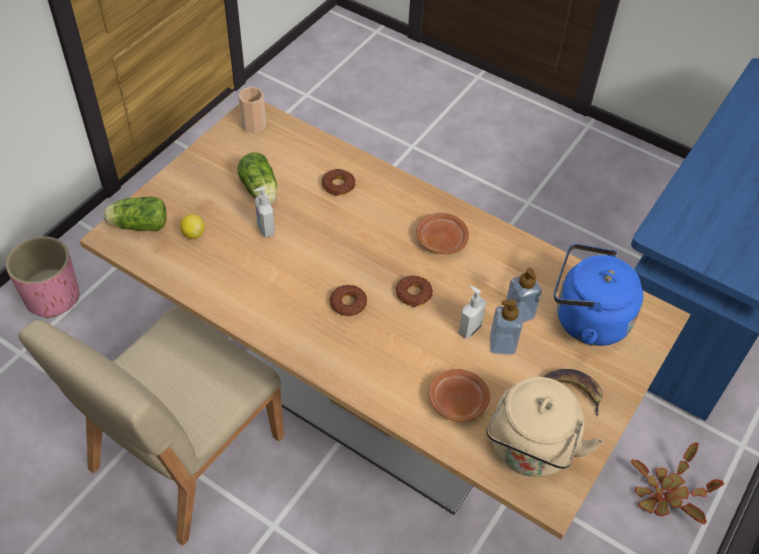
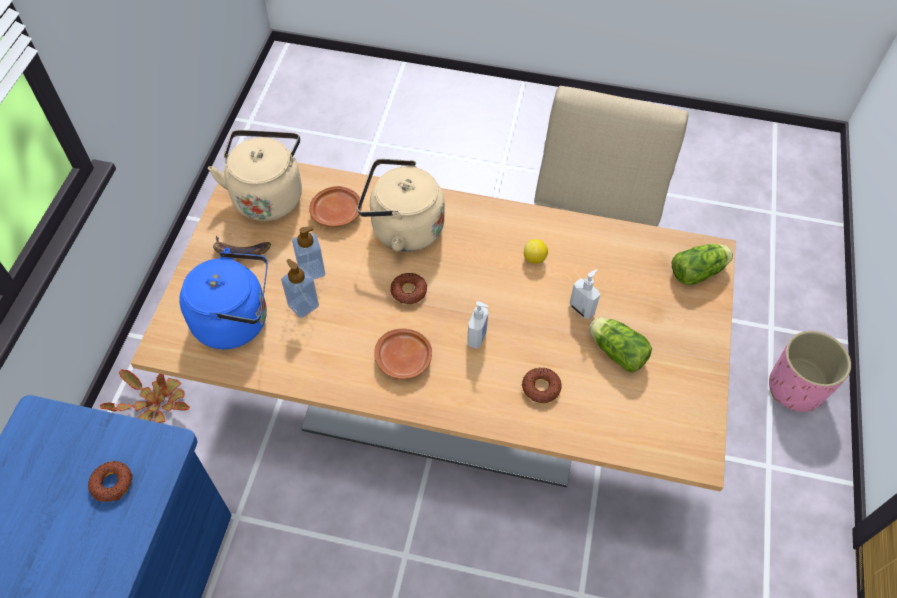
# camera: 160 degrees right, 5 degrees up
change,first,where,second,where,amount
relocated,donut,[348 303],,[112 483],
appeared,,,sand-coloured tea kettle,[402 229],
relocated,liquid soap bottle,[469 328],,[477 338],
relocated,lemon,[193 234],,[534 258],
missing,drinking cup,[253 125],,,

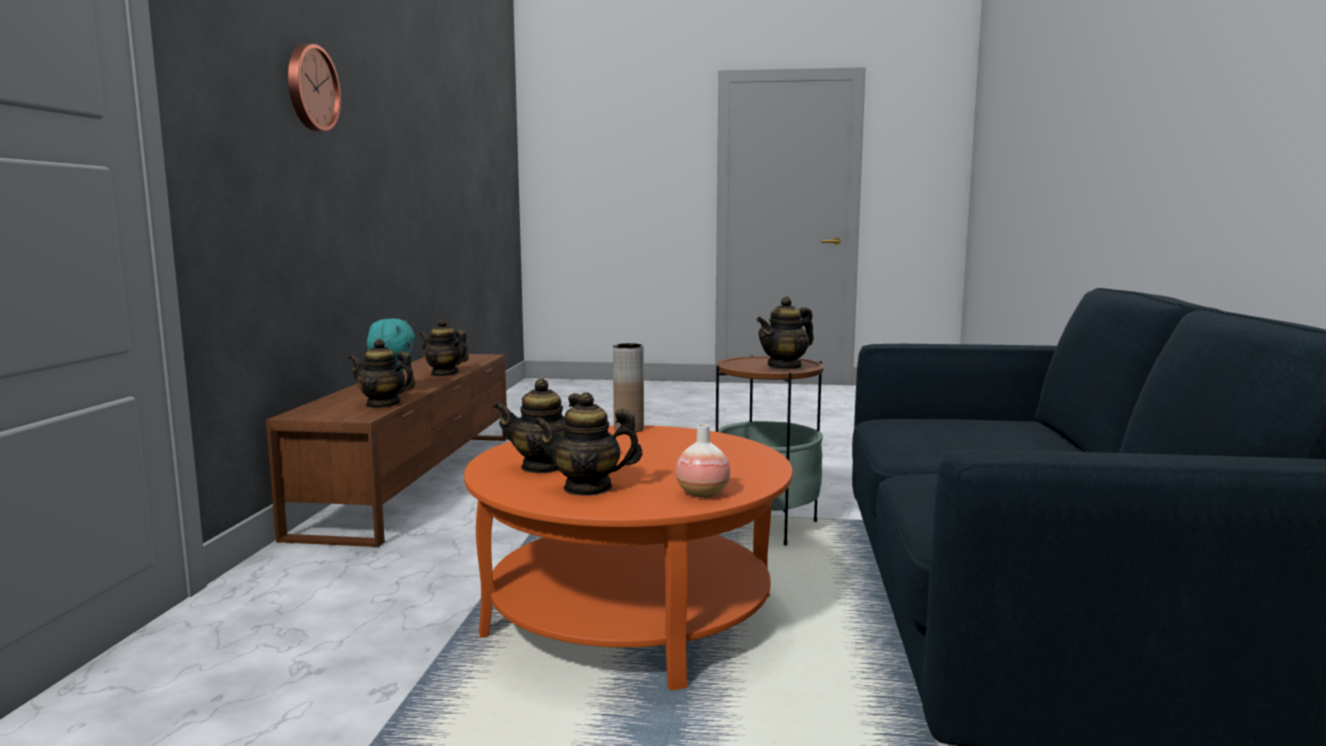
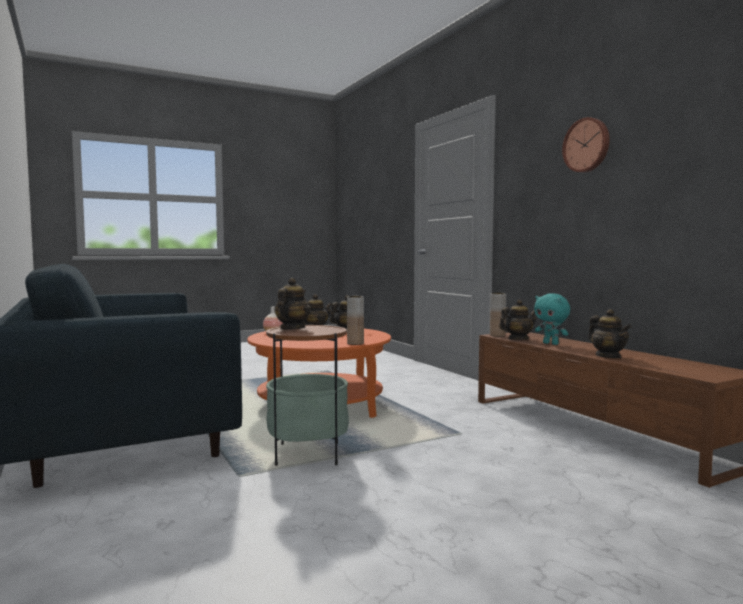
# camera: 145 degrees right, 5 degrees down
change,first,where,second,where,amount
appeared,,,brown-coloured vase,[497 335],
spun,teapot,[444 374],,[608 356],75 degrees clockwise

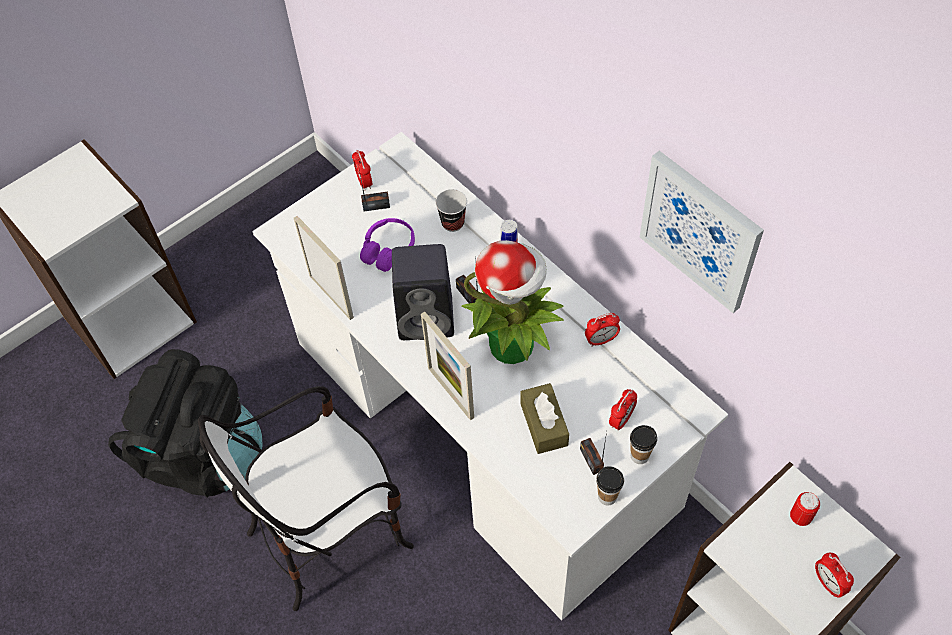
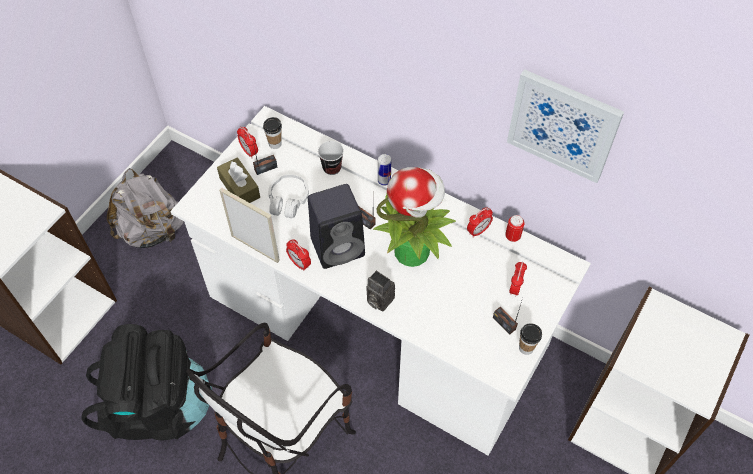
# camera: 20 degrees left, 0 degrees up
change,first,where,second,where,amount
appeared,,,greyish backpack,[152 231],
relocated,brown-coloured tissue box,[544 424],,[239 188],
relocated,drinking cup,[639 456],,[275 144],
colour,purplish headset,[388 250],whitish headset,[288 200],
relocated,alarm clock,[828 583],,[299 263],
exchanged,standing frame,[450 392],still camera,[378 300],
relocated,can,[800 517],,[512 236],

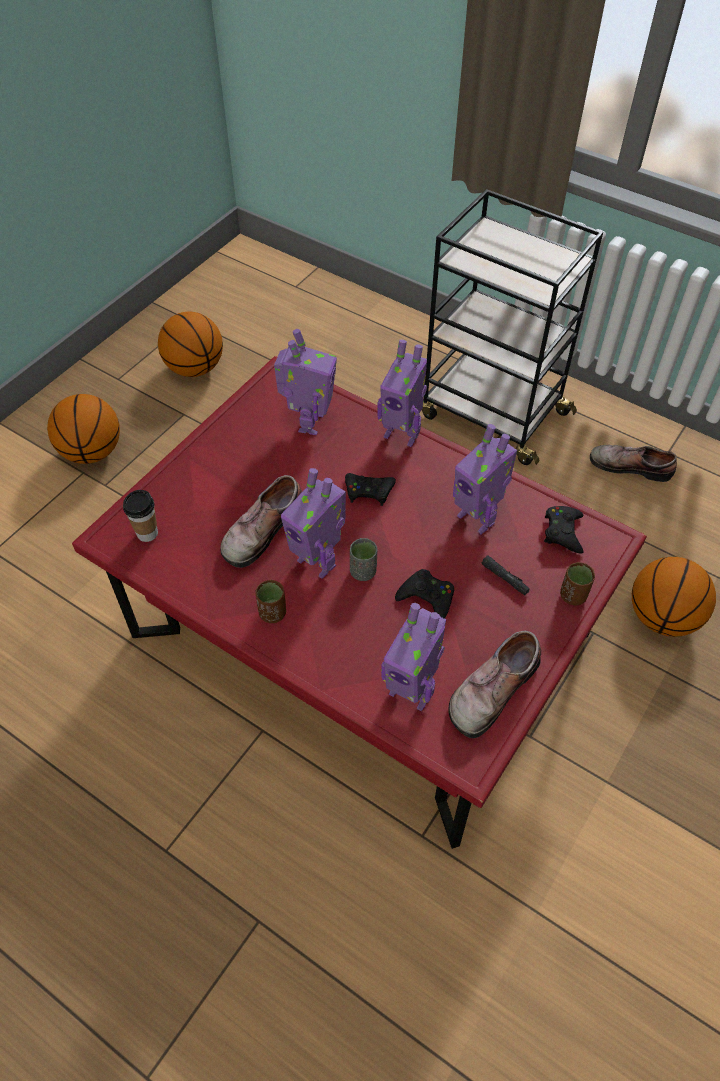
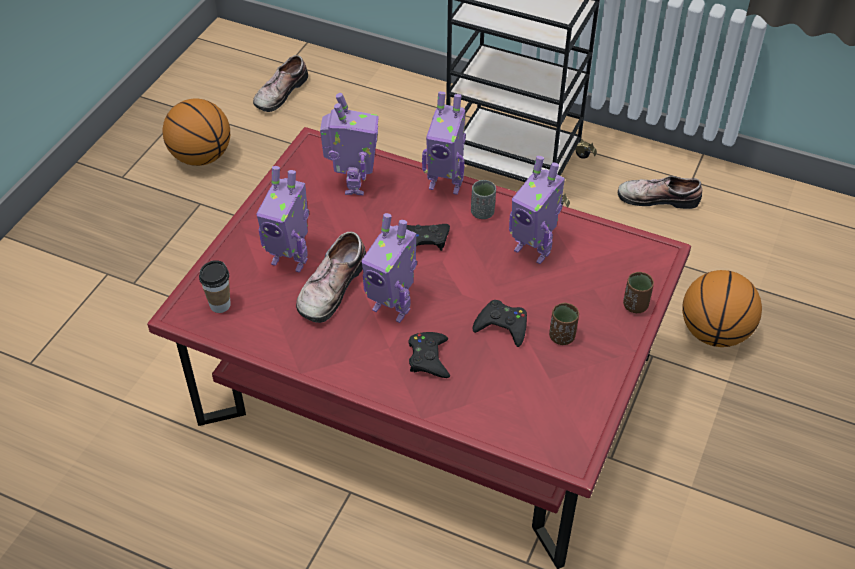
# camera: 10 degrees left, 5 degrees down
change,first,where,second,where,amount
relocated,shoe,[490 688],,[279 92],
relocated,model robot,[411 691],,[290 260],
relocated,blackish gamepad,[563 532],,[429 358],
relocated,greyish drinking cup,[363 571],,[482 213],
relocated,brown-coloured drinking cup,[272 613],,[562 337],
missing,ball for basketball,[92 452],,,
missing,blackish hand torch,[505 578],,,

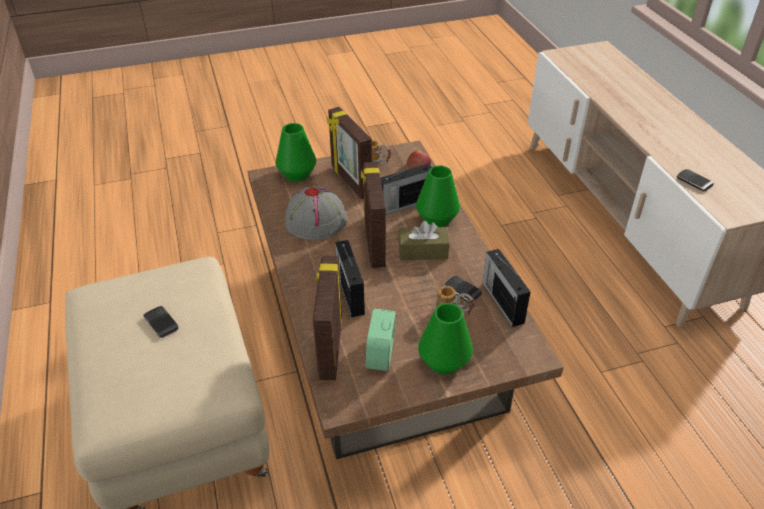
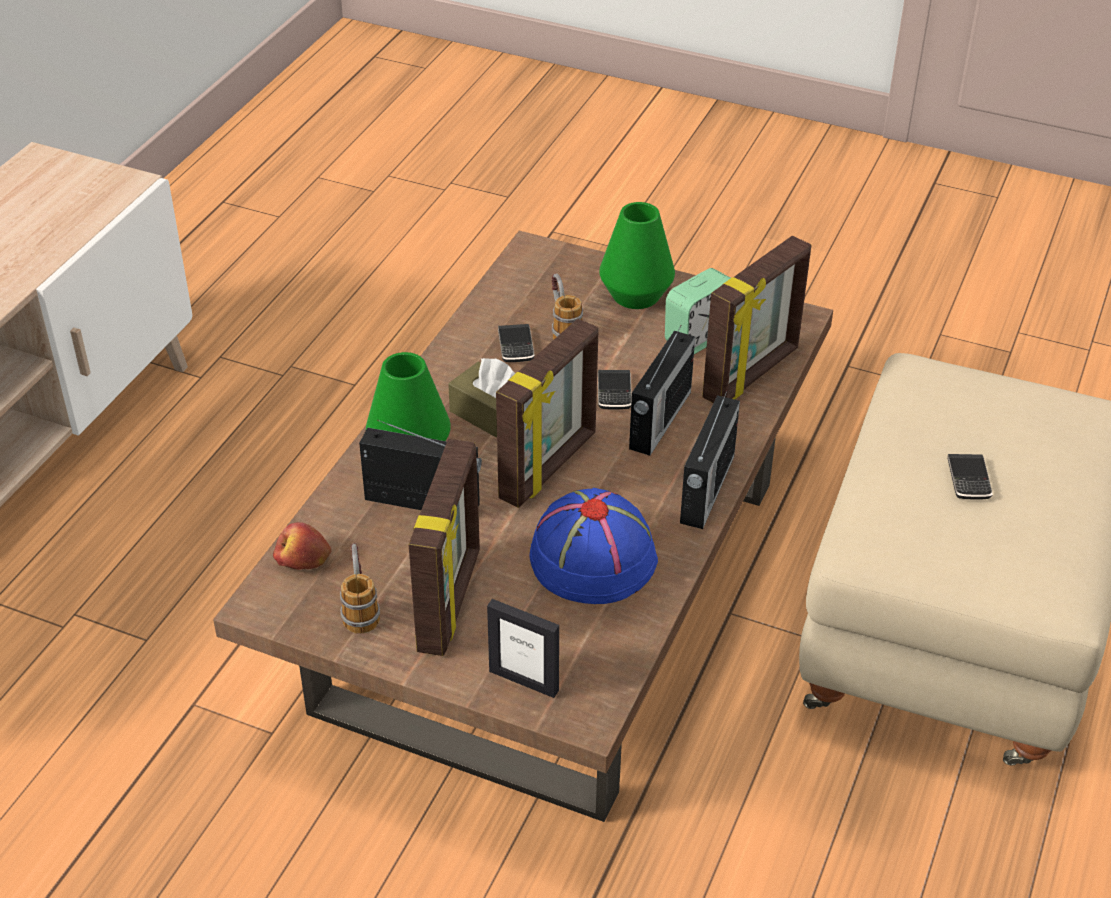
# camera: 140 degrees left, 0 degrees up
change,first,where,second,where,amount
exchanged,green vase,[297 174],standing frame,[524 680],
colour,greyish hat,[316 221],blue hat,[591 557],
relocated,handset,[694 182],,[614 392],
relocated,radio receiver,[502 301],,[706 491],

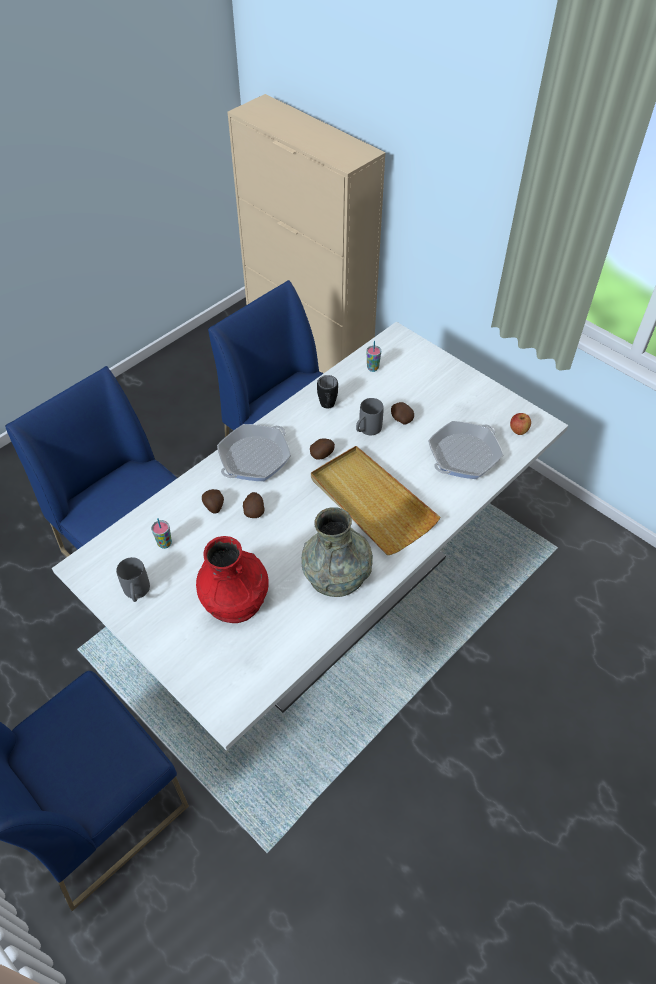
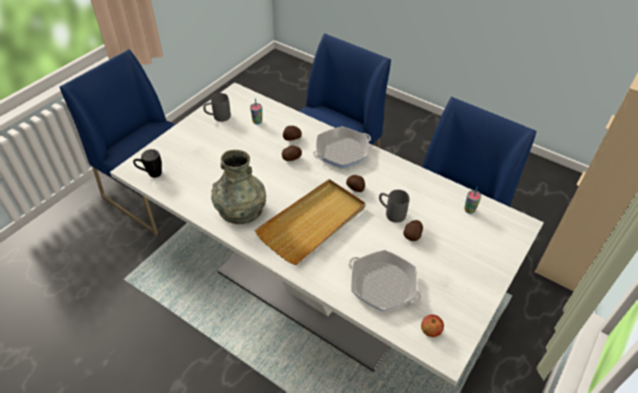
# camera: 80 degrees right, 5 degrees down
change,first,where,second,where,amount
relocated,blackish mug,[327 407],,[151 174],
spun,pan,[254 458],,[342 151],60 degrees counterclockwise
missing,reddish vase,[234 597],,,

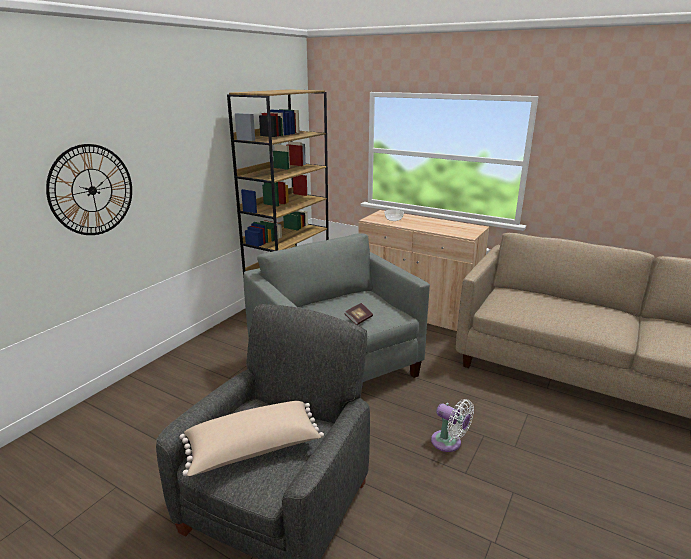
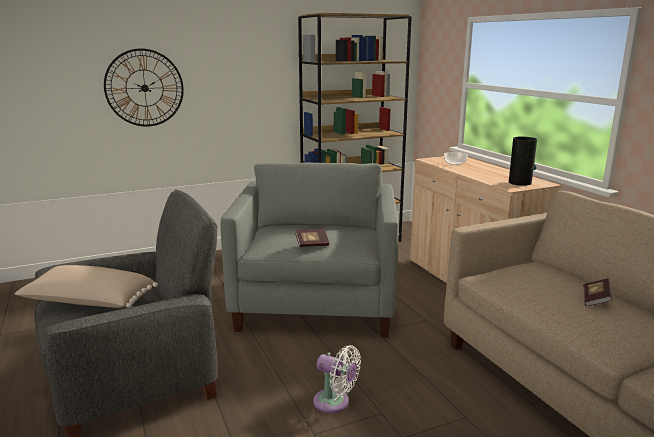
# camera: 35 degrees right, 5 degrees down
change,first,where,second,where,amount
spun,whitish fan,[449 443],,[335 403],45 degrees counterclockwise
appeared,,,vase,[520 182],
appeared,,,bound book,[595 300],

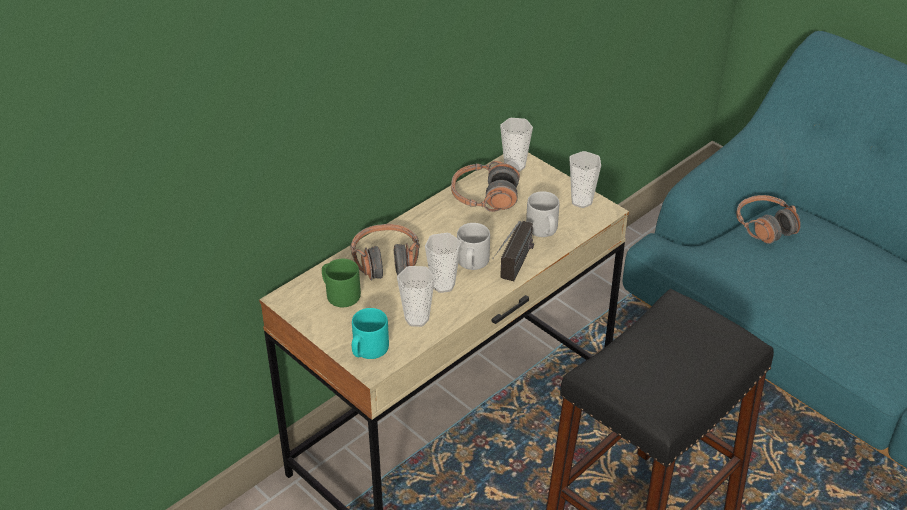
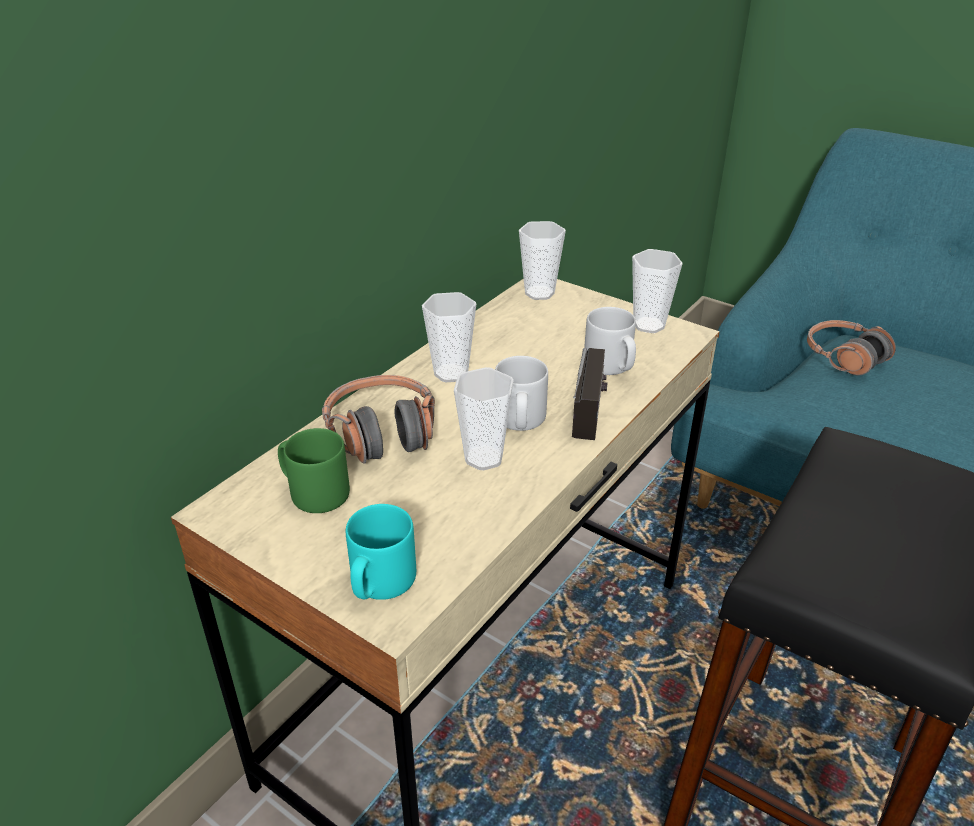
# camera: 10 degrees left, 5 degrees down
change,first,where,second,where,amount
relocated,drinking cup,[417 318],,[451 373],
missing,headset,[484 197],,,

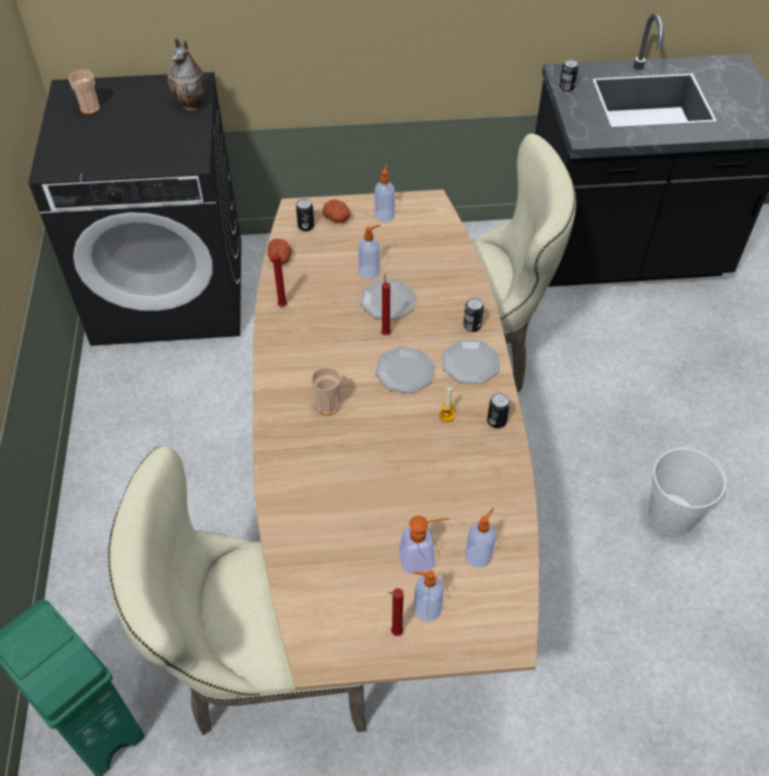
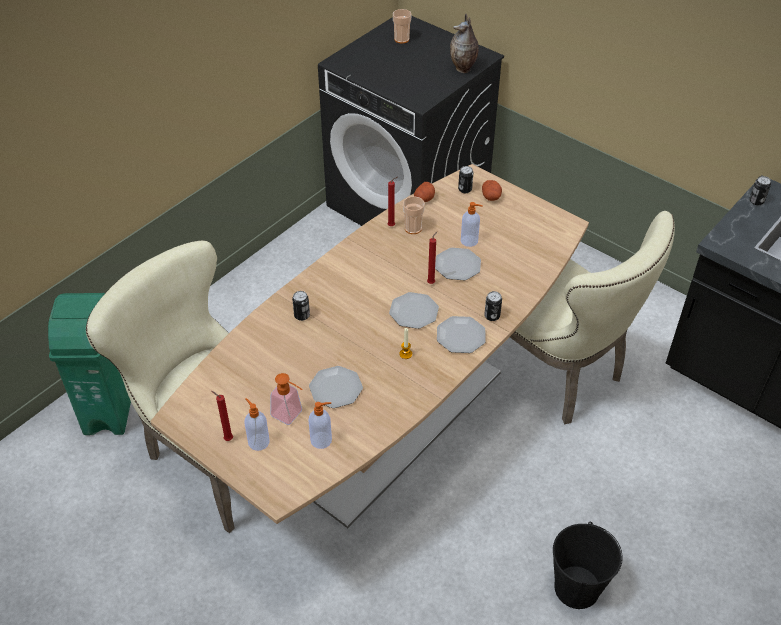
# camera: 45 degrees right, 5 degrees down
change,first,where,second,where,amount
relocated,can,[496 421],,[302 315],
appeared,,,dinner plate,[336 389],
relocated,drinking cup,[328 406],,[413 228],
colour,whitish water bucket,[671 516],blackish water bucket,[576 588],
missing,liquid soap bottle,[384 215],,,

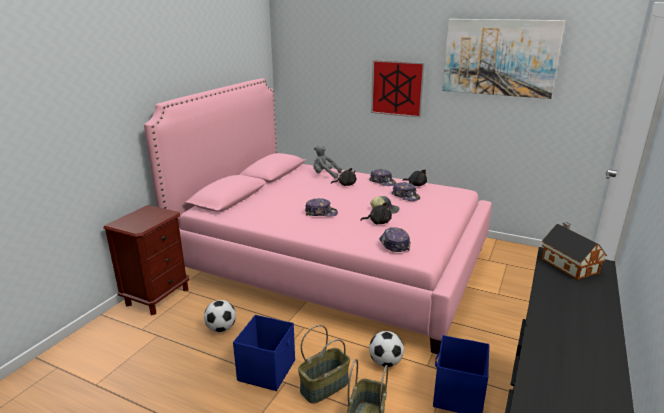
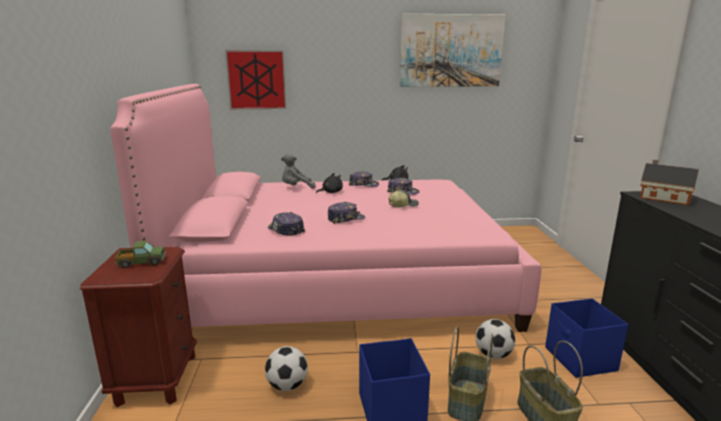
# camera: 30 degrees left, 5 degrees down
change,first,where,second,where,amount
appeared,,,toy lorry,[141 263],
relocated,wall art,[397 88],,[256 80],
relocated,cap,[394 244],,[285 230],
missing,blackish plush toy,[378 222],,,

